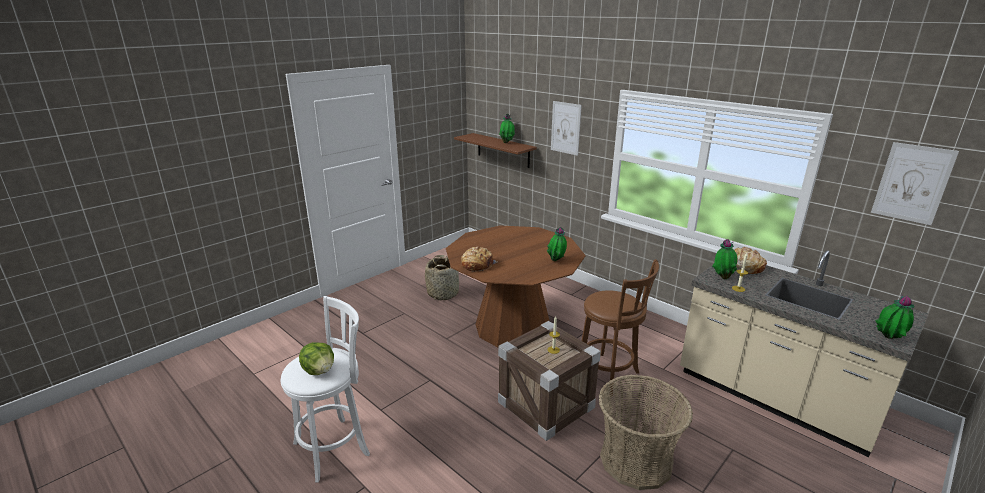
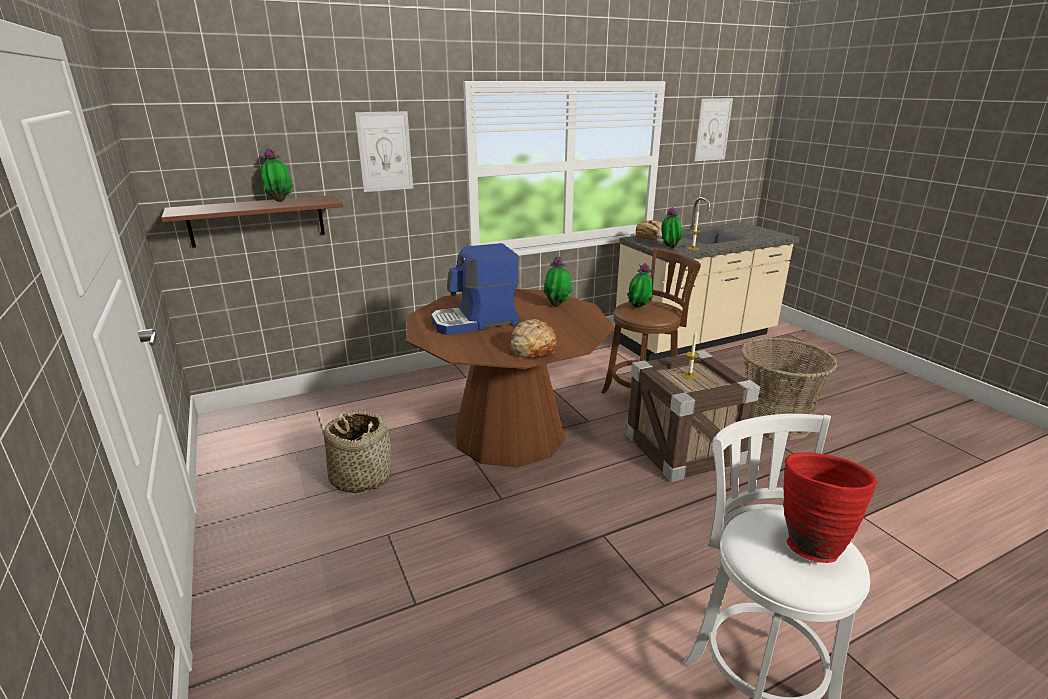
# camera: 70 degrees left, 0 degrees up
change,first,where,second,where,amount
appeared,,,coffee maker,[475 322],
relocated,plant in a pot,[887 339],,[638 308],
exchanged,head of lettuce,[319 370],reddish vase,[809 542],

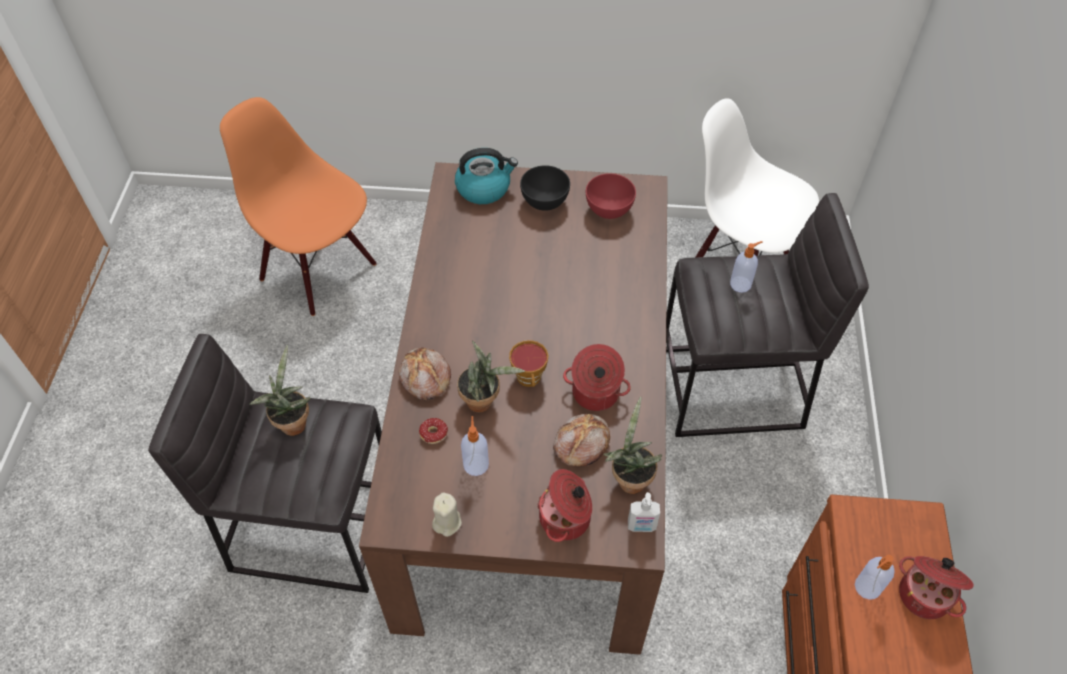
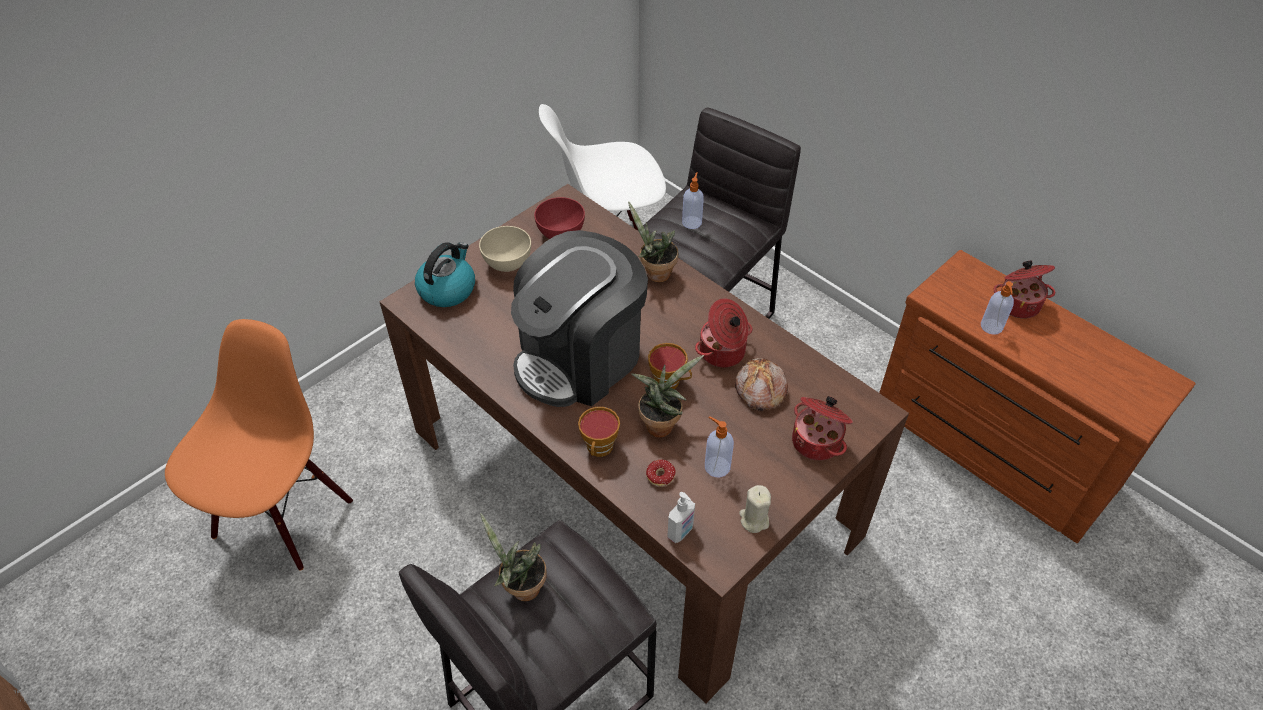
# camera: 50 degrees left, 5 degrees down
change,first,where,second,where,amount
spun,orange-coloured plain chair,[319 270],,[282 516],120 degrees clockwise
colour,blackish serving bowl,[544 202],sand-coloured serving bowl,[507 263],
appeared,,,coffee maker,[580 358],
exchanged,baked bread,[424 378],drinking cup,[599 449],
relocated,plant in a pot,[629 478],,[654 273],
relocated,liquid soap bottle,[641 526],,[681 532],

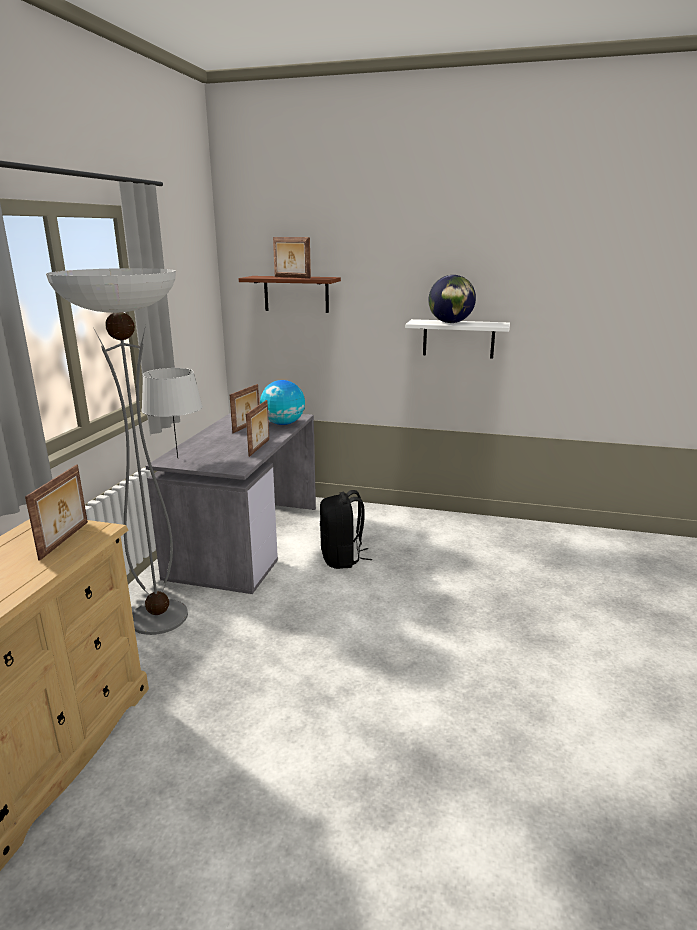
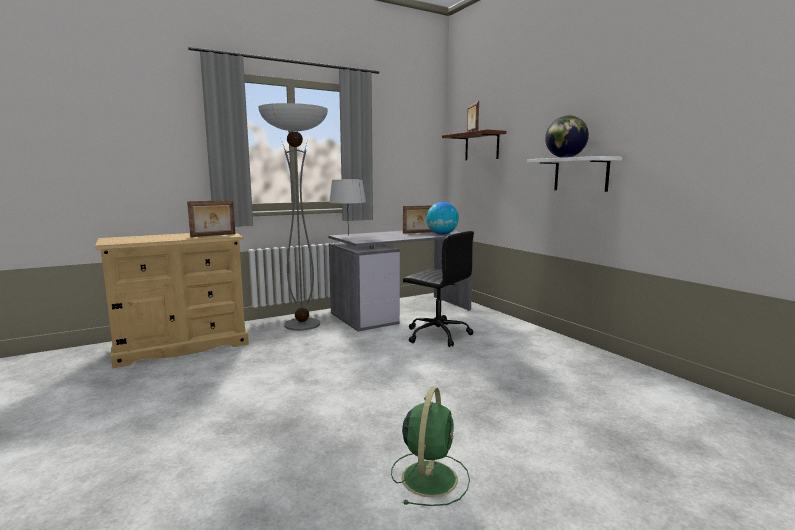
# camera: 45 degrees right, 10 degrees down
change,first,where,second,where,amount
appeared,,,green fan,[430 477],
exchanged,blackish backpack,[342 558],blackish computer chair,[437 334],
missing,standing frame,[260 447],,,

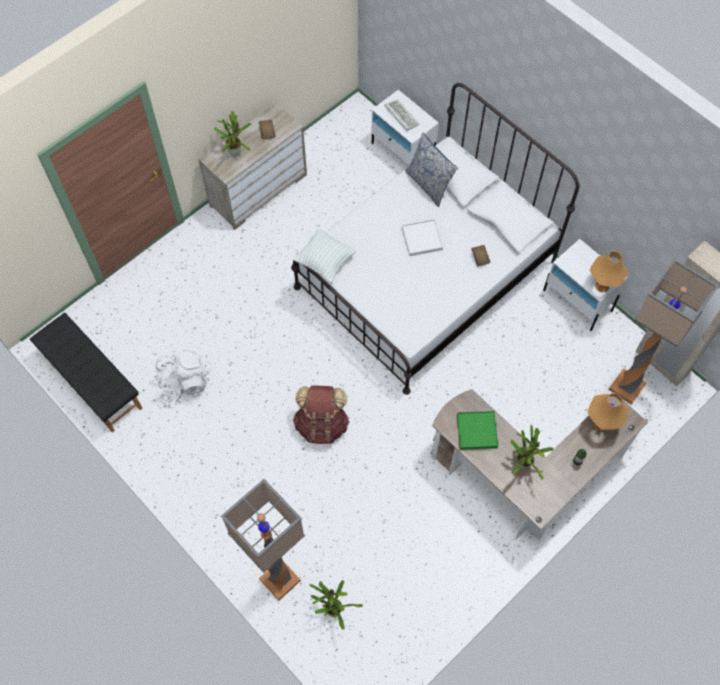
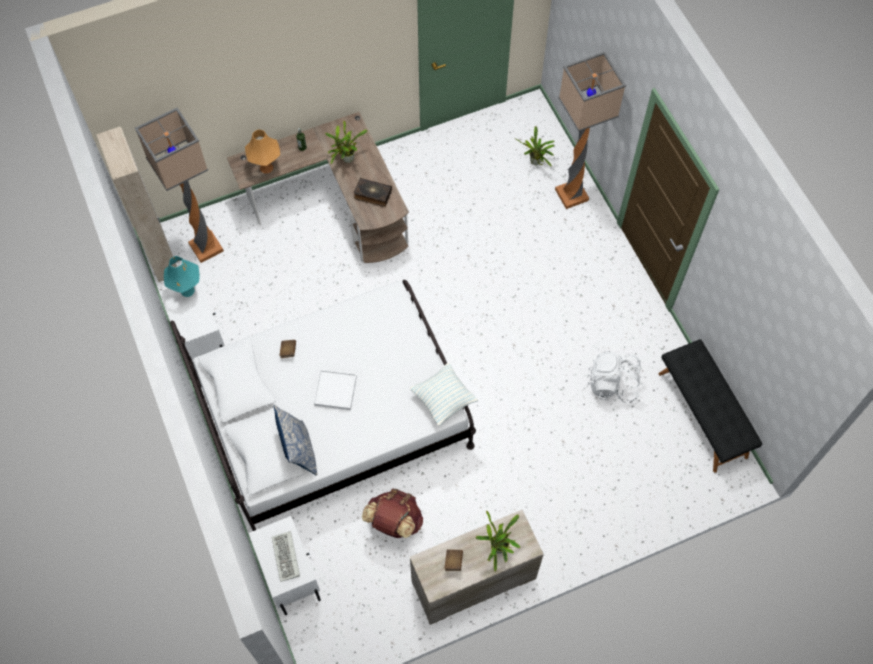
# camera: 160 degrees left, 0 degrees up
change,first,where,second,where,amount
colour,orange-coloured table lamp,[602 286],turquoise-coloured table lamp,[187 290],
exchanged,green carrying tray,[477 431],bound book,[372 195],
relocated,brown-coloured backpack,[322 424],,[394 522],

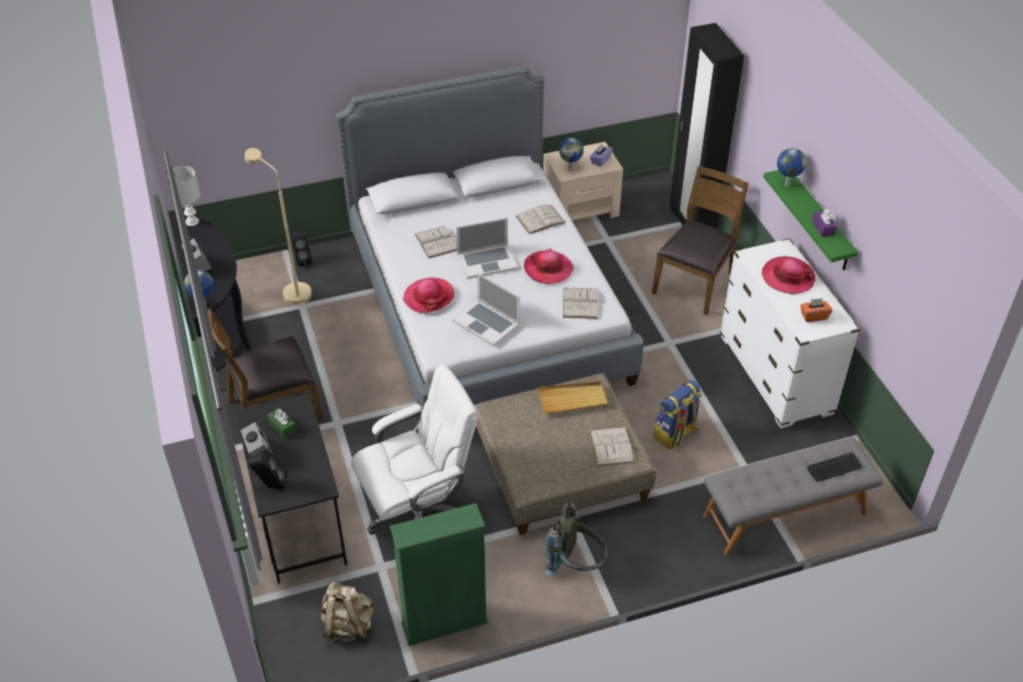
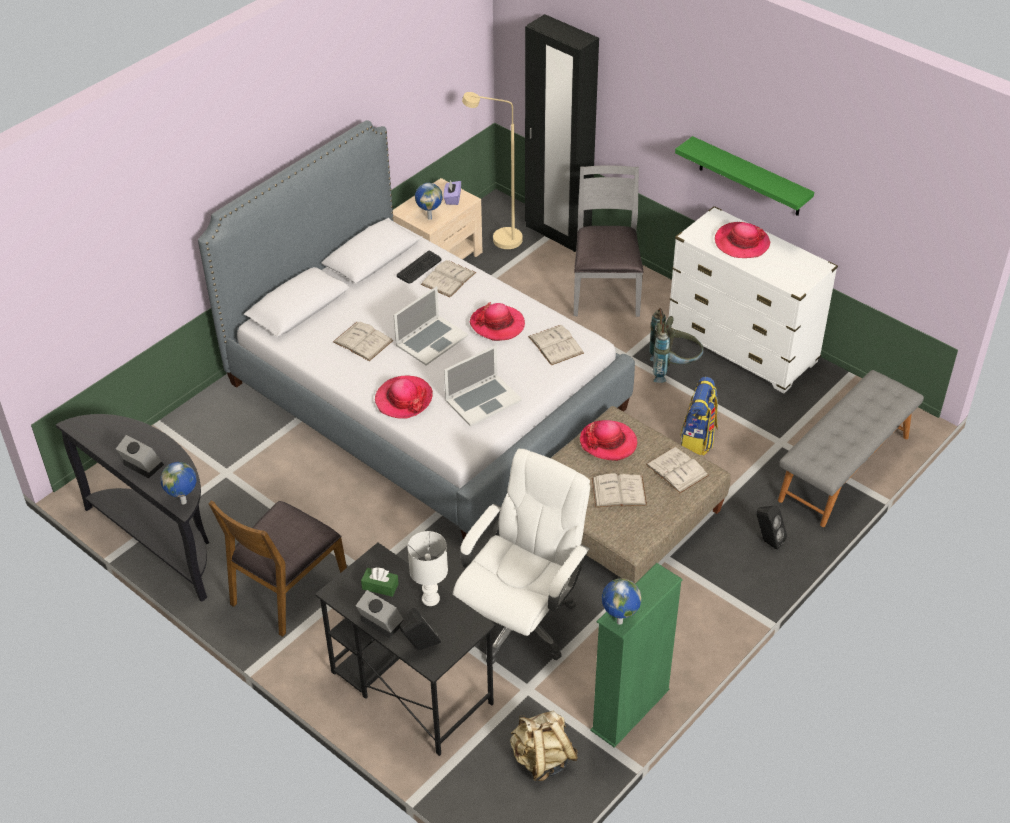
# camera: 30 degrees left, 0 degrees up
change,first,where,second,where,amount
relocated,keyboard,[834 467],,[419 268],
relocated,whitish table lamp,[192 222],,[431 598],
spun,laptop,[486 322],,[483 400],45 degrees counterclockwise
relocated,sand-coloured standard lamp,[291 291],,[499 239],
colour,brown-coloured plain chair,[695 283],greyish plain chair,[605 290],
exchanged,sand-coloured carrying tray,[573 400],hat,[608 442],
appeared,,,whitish bound book,[619 491],
relocated,world globe,[786 185],,[618 622],
relocated,greyish backpack,[576 565],,[673 369],
relocated,blackish loudspeaker,[302 260],,[767 541],
missing,orange-coloured tissue box,[814 316],,,
missing,purplish tissue box,[823 228],,,

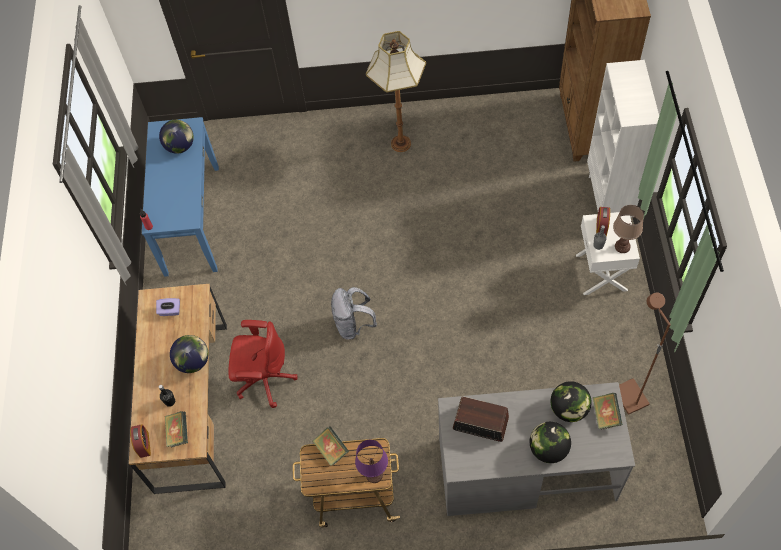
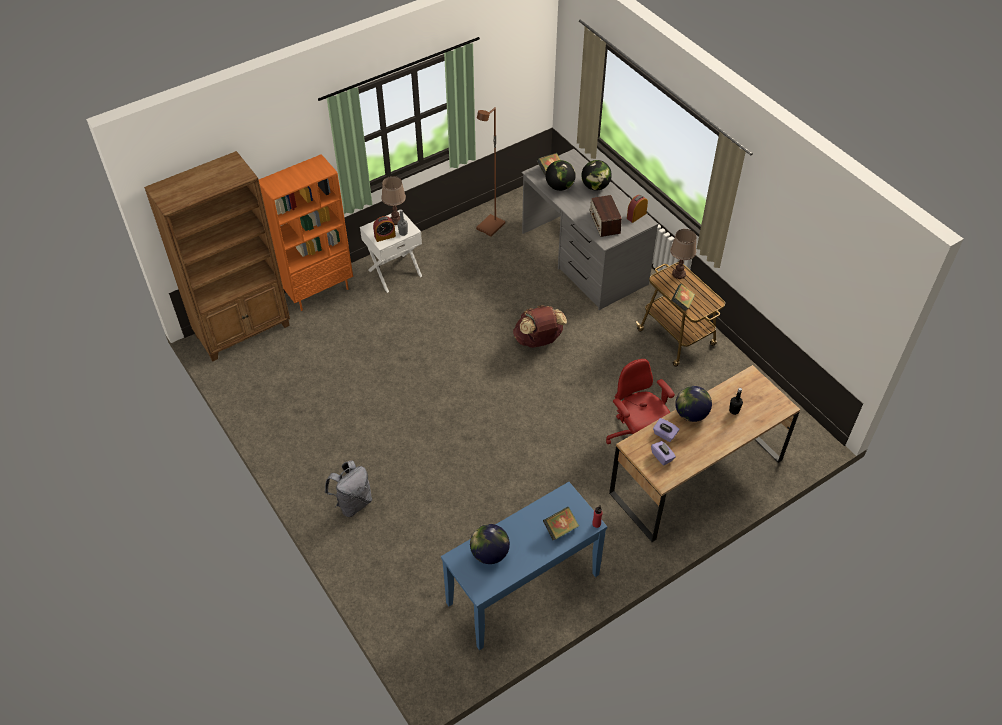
# camera: 125 degrees left, 10 degrees down
change,first,where,second,where,amount
colour,whitish shelving unit,[608 199],orange-coloured shelving unit,[319 291],
relocated,greyish backpack,[353 325],,[353 503],
appeared,,,brown-coloured backpack,[538 341],
relocated,bound book,[178 433],,[560 529],
relocated,alarm clock,[144 444],,[636 216],
appeared,,,purplish tissue box,[664 434],
colour,purplish table lamp,[374 474],brown-coloured table lamp,[678 274],
missing,standard lamp,[401 144],,,

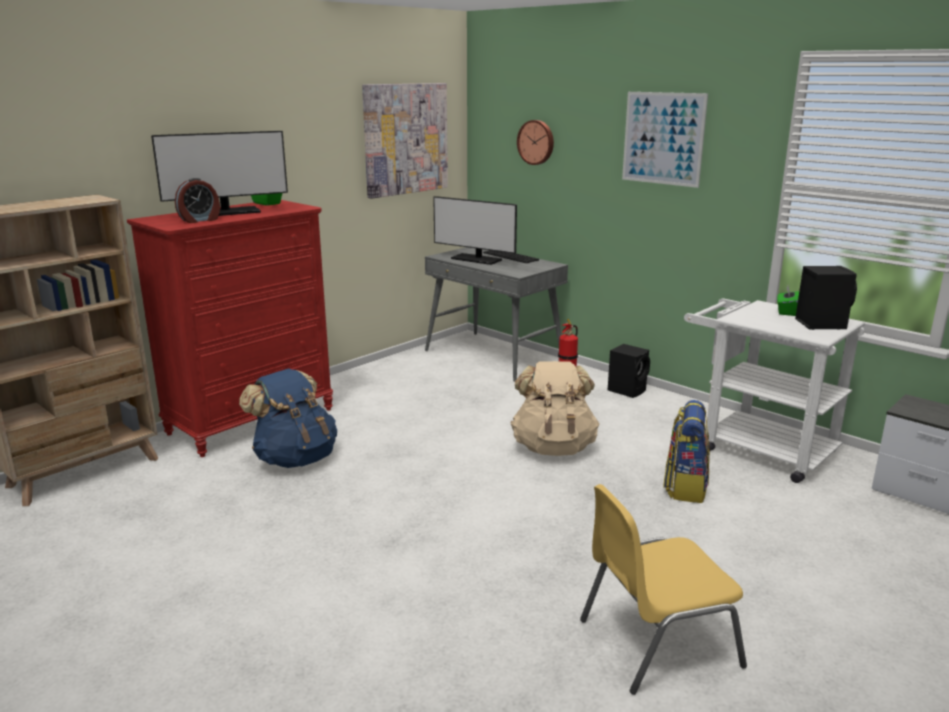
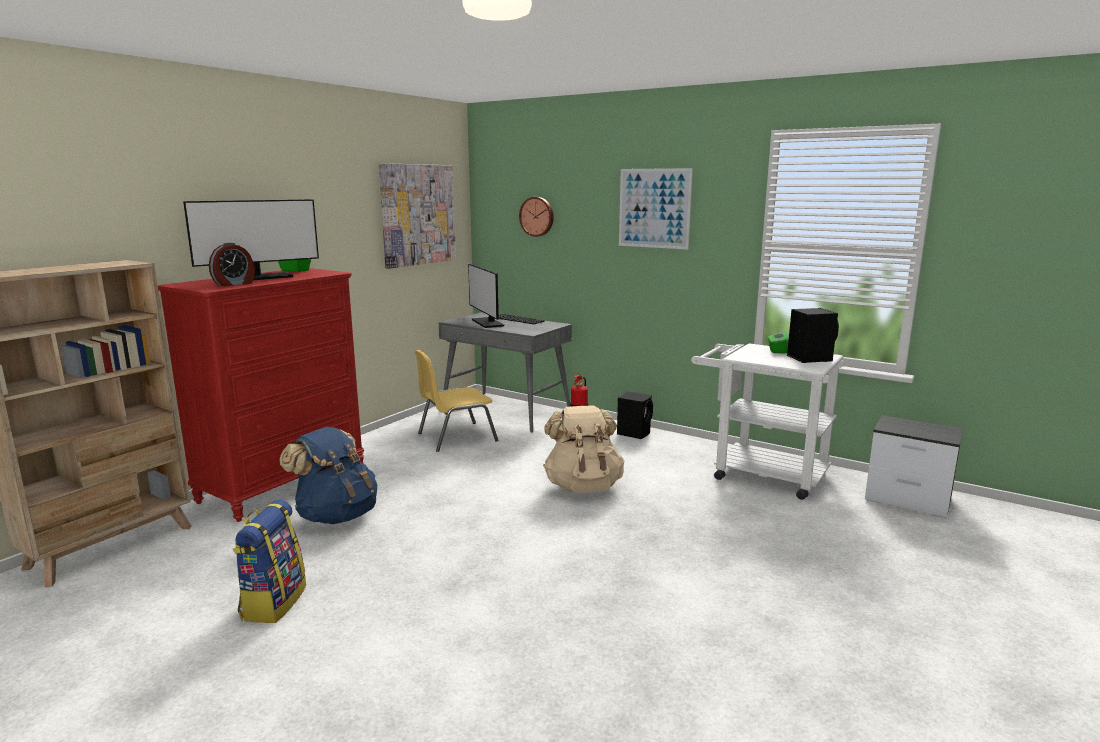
# camera: 10 degrees left, 5 degrees down
change,first,where,second,where,amount
relocated,backpack,[685 487],,[273 602],
relocated,yellowish plain chair,[655 642],,[455 437],
spun,monitor,[476 259],,[487 323],45 degrees clockwise

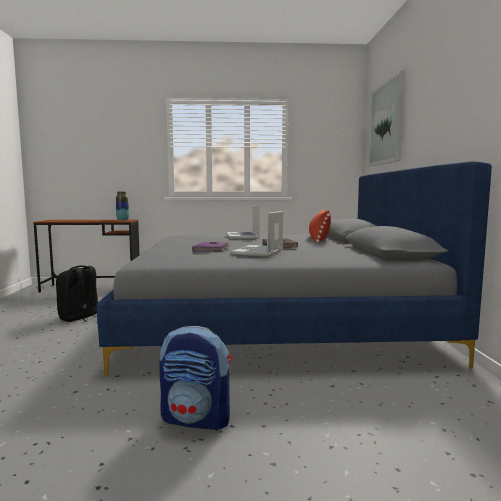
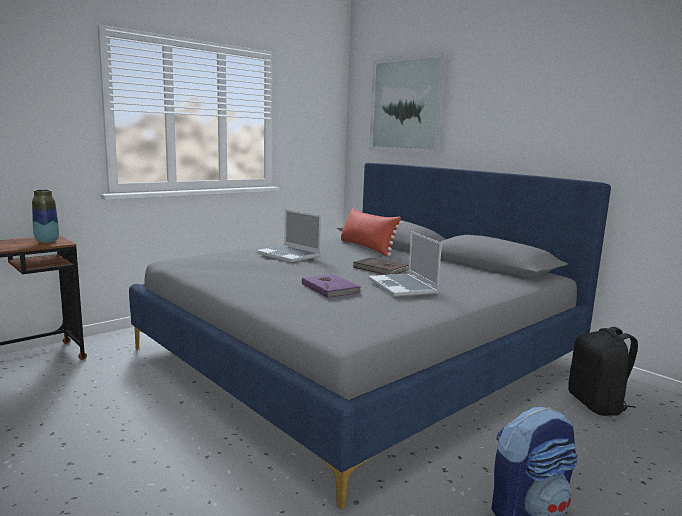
# camera: 40 degrees left, 5 degrees up
change,first,where,second,where,amount
relocated,blackish backpack,[80 318],,[597 404],

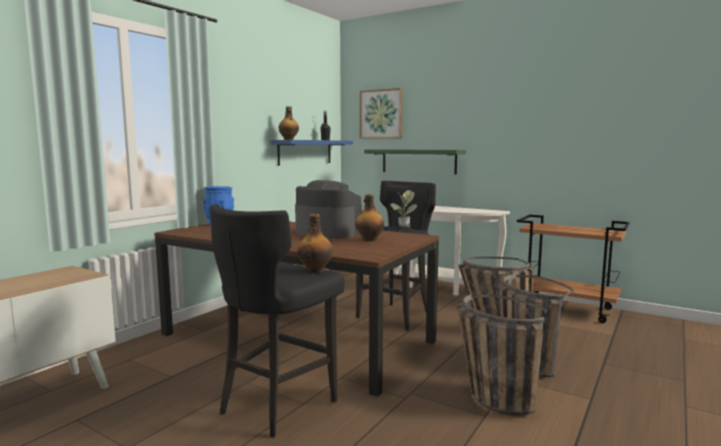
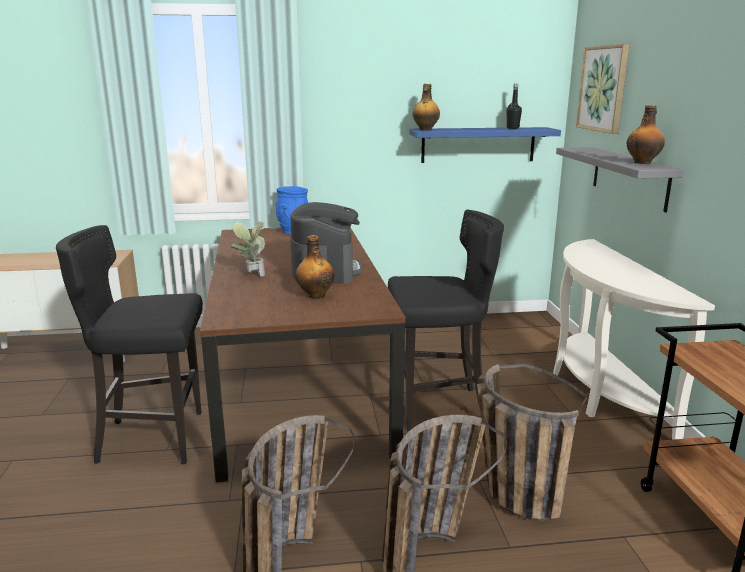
# camera: 50 degrees right, 10 degrees up
change,first,where,second,where,amount
relocated,plant in a pot,[403 228],,[251 275],
colour,green shelf,[418 161],greyish shelf,[629 177],
relocated,drink bottle,[315 270],,[643 163],

